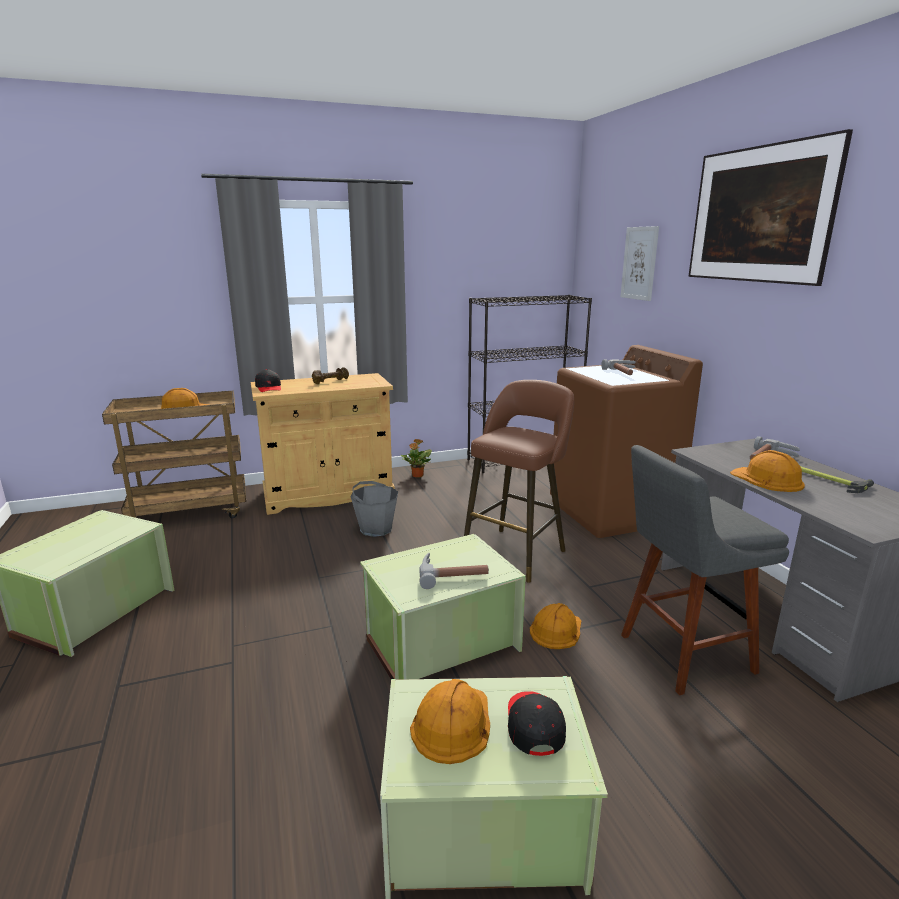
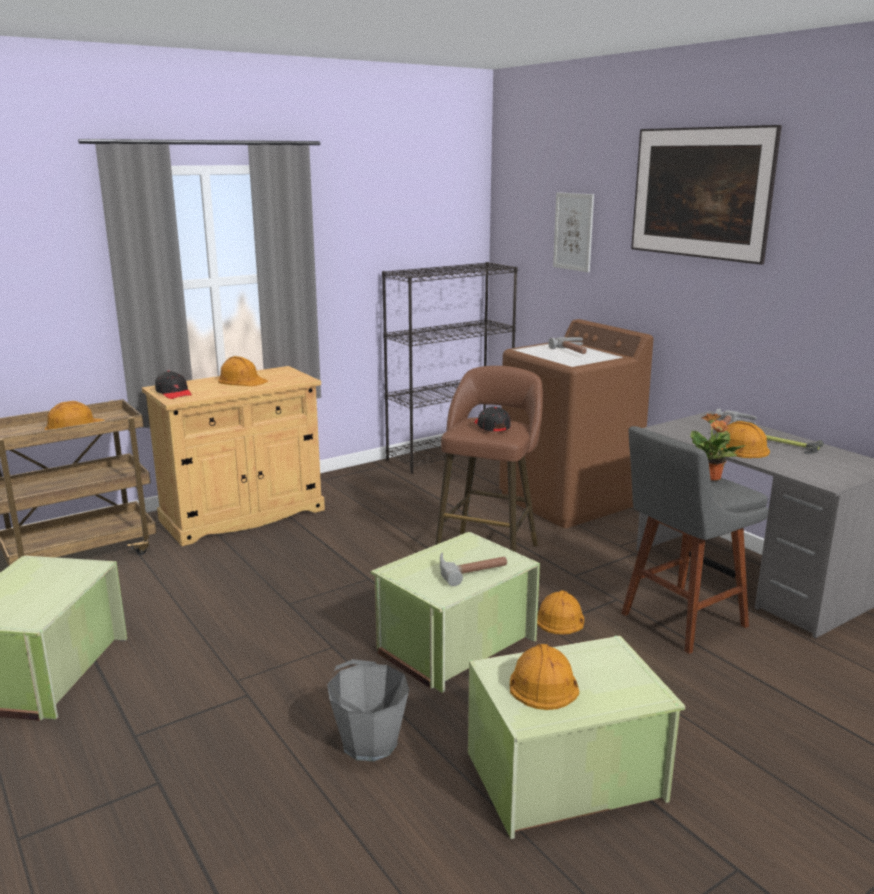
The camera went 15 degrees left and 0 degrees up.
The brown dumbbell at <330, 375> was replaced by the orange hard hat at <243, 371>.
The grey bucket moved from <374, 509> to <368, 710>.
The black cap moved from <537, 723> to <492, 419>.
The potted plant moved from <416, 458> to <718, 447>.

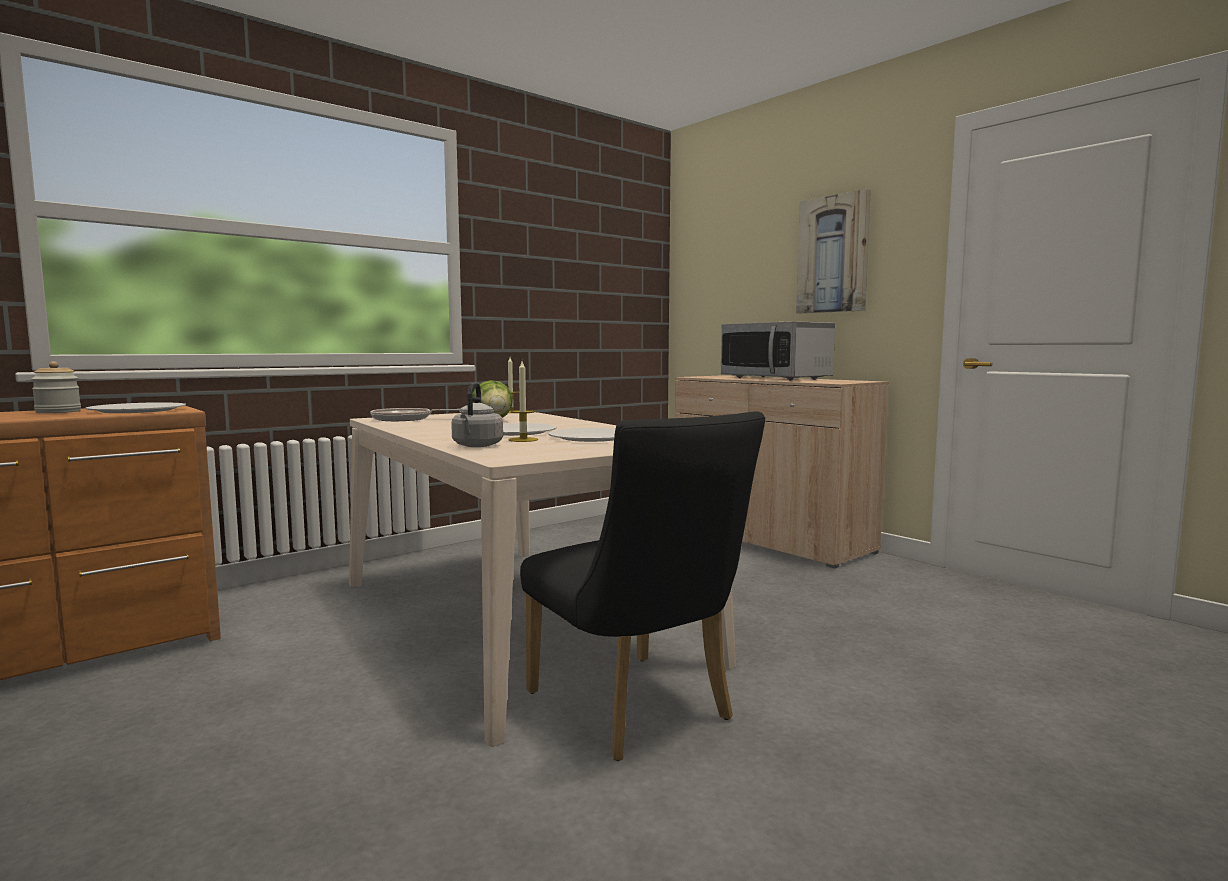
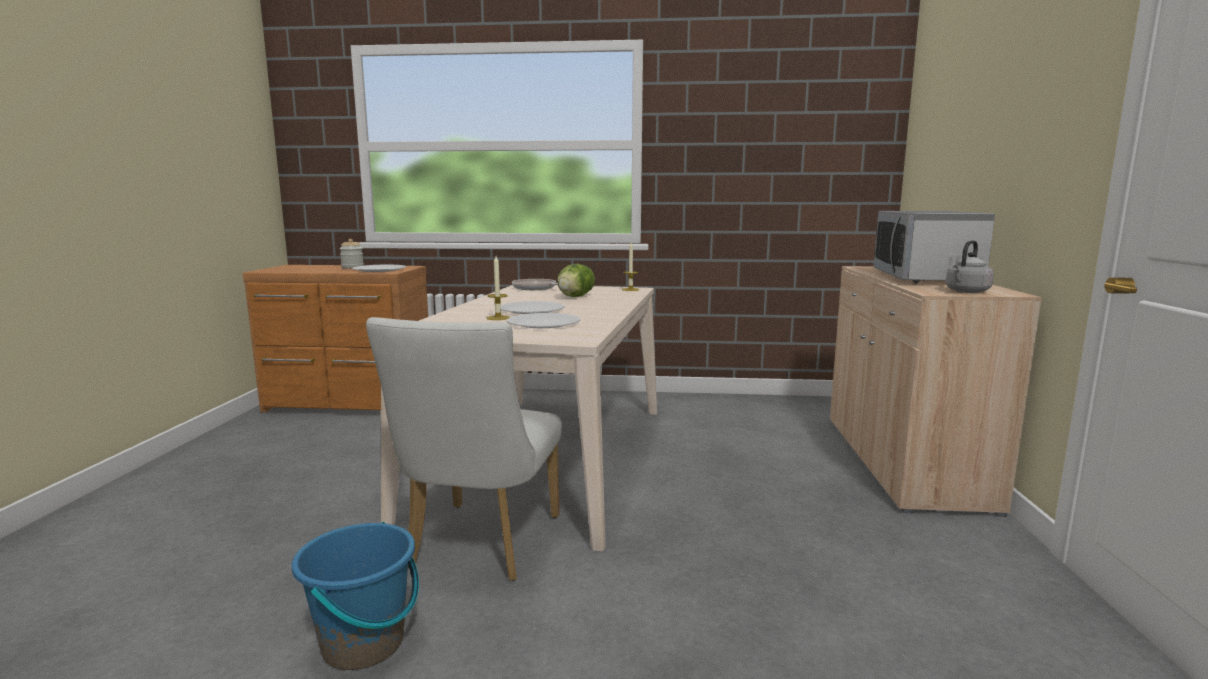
The camera went 45 degrees right and 5 degrees up.
The blue bucket at <355, 596> appeared.
The black chair at <642, 586> became the white chair at <464, 449>.
The grey kettle moved from <477, 414> to <970, 266>.
The picture at <833, 251> disappeared.

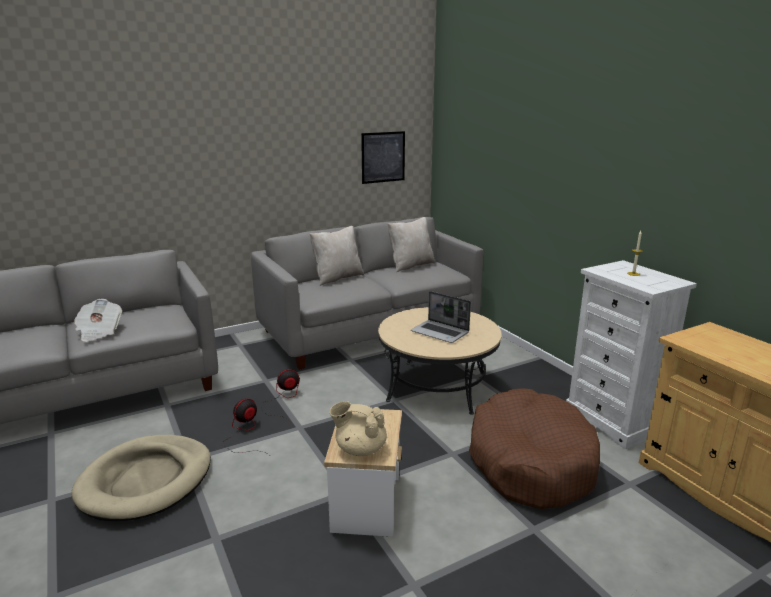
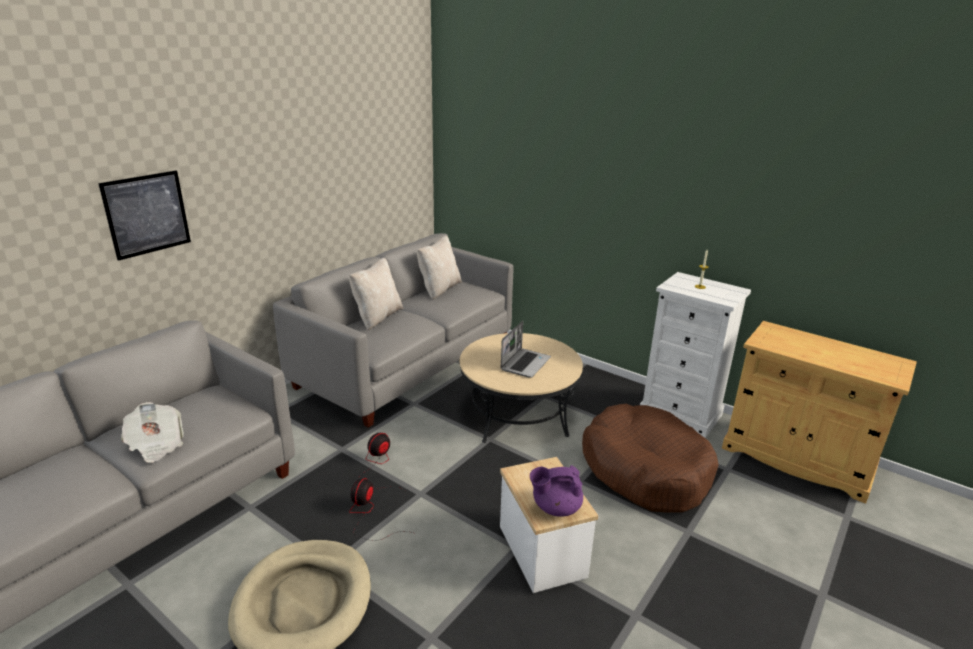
The camera went 25 degrees left and 5 degrees up.
The picture moved from <383, 157> to <144, 216>.
The laptop at <441, 317> turned 75 degrees counterclockwise.
The beige teapot at <358, 428> became the purple teapot at <556, 491>.

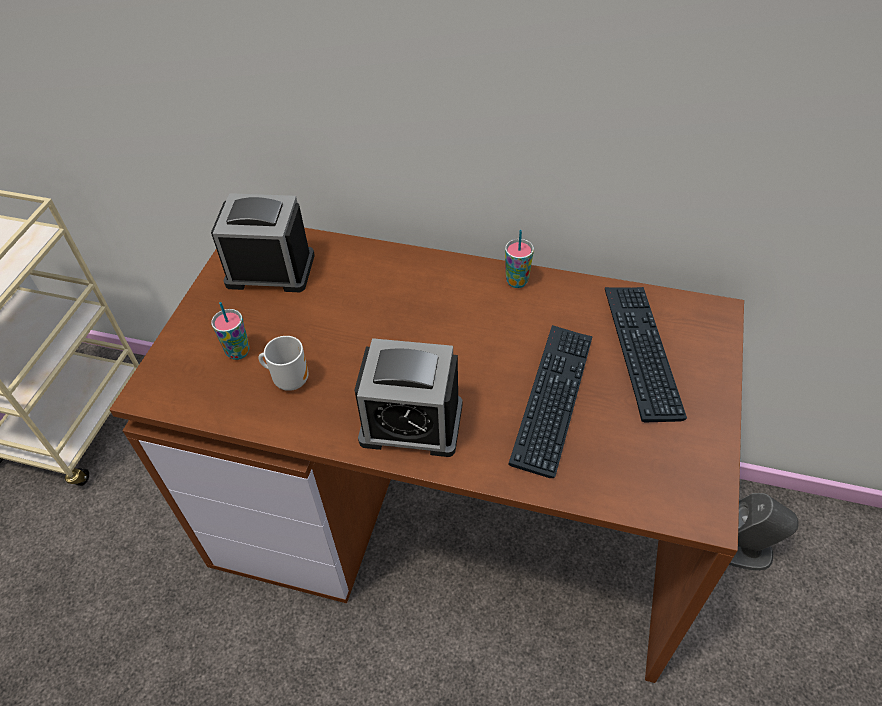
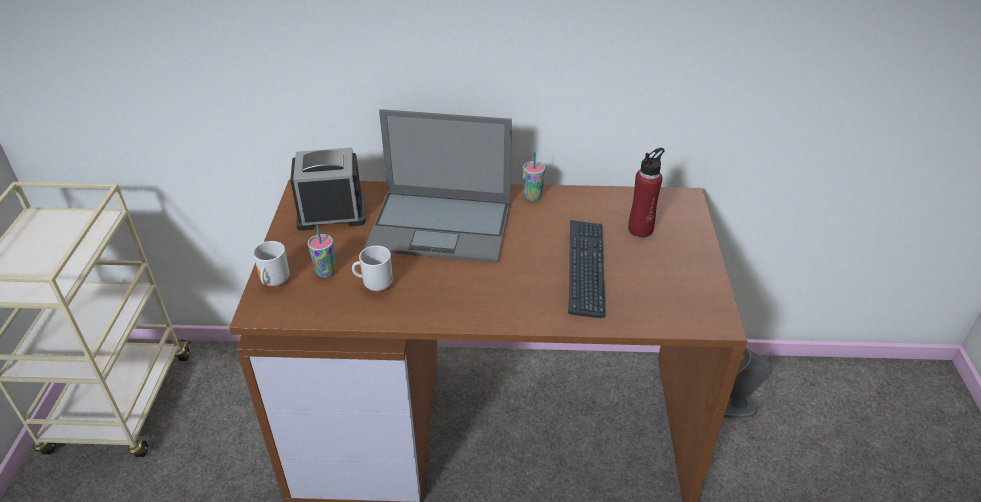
The camera went 15 degrees left and 10 degrees down.
The mug at <271, 263> appeared.
The laptop at <438, 186> appeared.
The keyboard at <646, 354> was replaced by the red bottle at <646, 193>.
The alarm clock at <409, 397> disappeared.

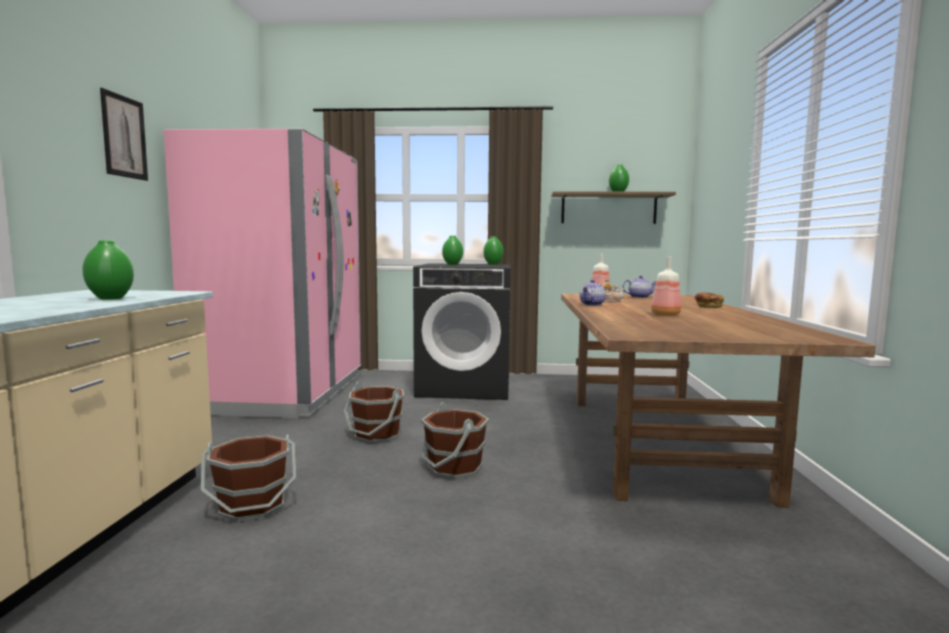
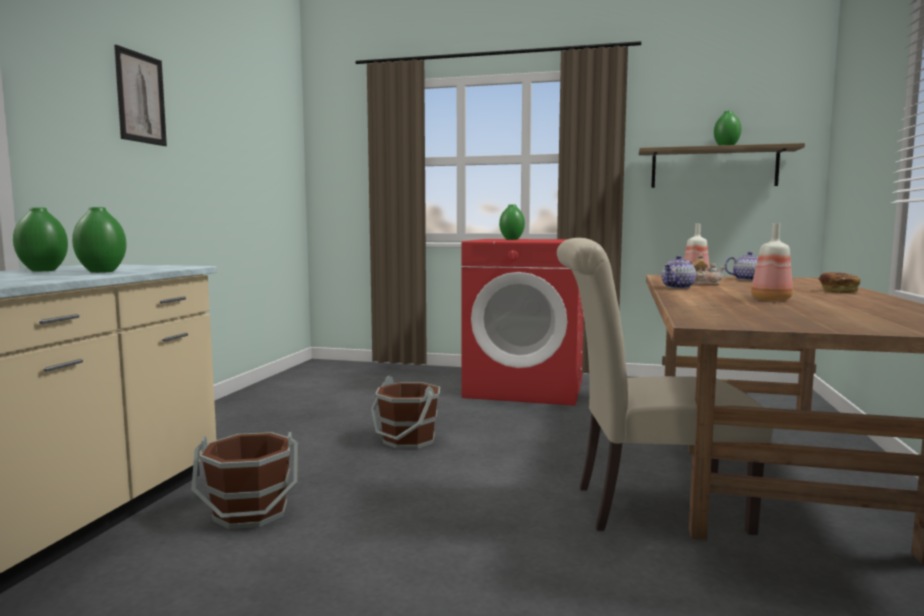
The camera went 10 degrees right and 0 degrees up.
The green vase moved from <493, 250> to <40, 239>.
The black washing machine at <462, 331> became the red washing machine at <523, 322>.
The beige chair at <665, 386> appeared.
The pink fridge at <262, 273> disappeared.
The brown bucket at <455, 440> disappeared.

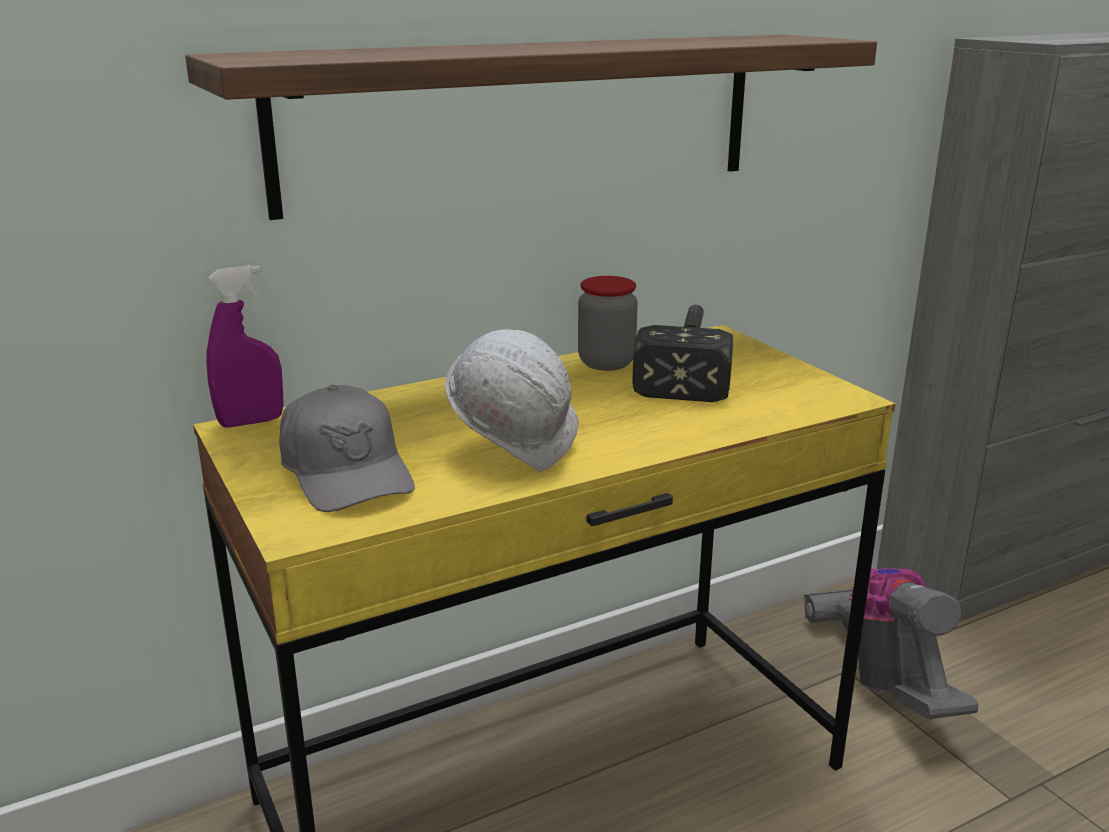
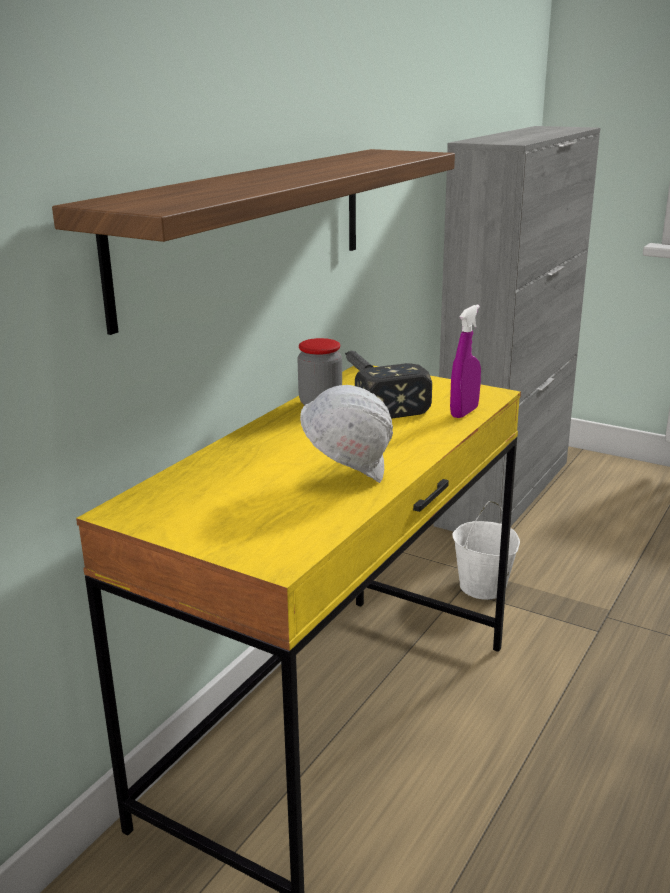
The camera went 30 degrees left and 0 degrees up.
The purple spray bottle moved from <245, 346> to <465, 361>.
The vacuum cleaner at <891, 643> was replaced by the white bucket at <486, 550>.
The grey cap at <347, 448> disappeared.

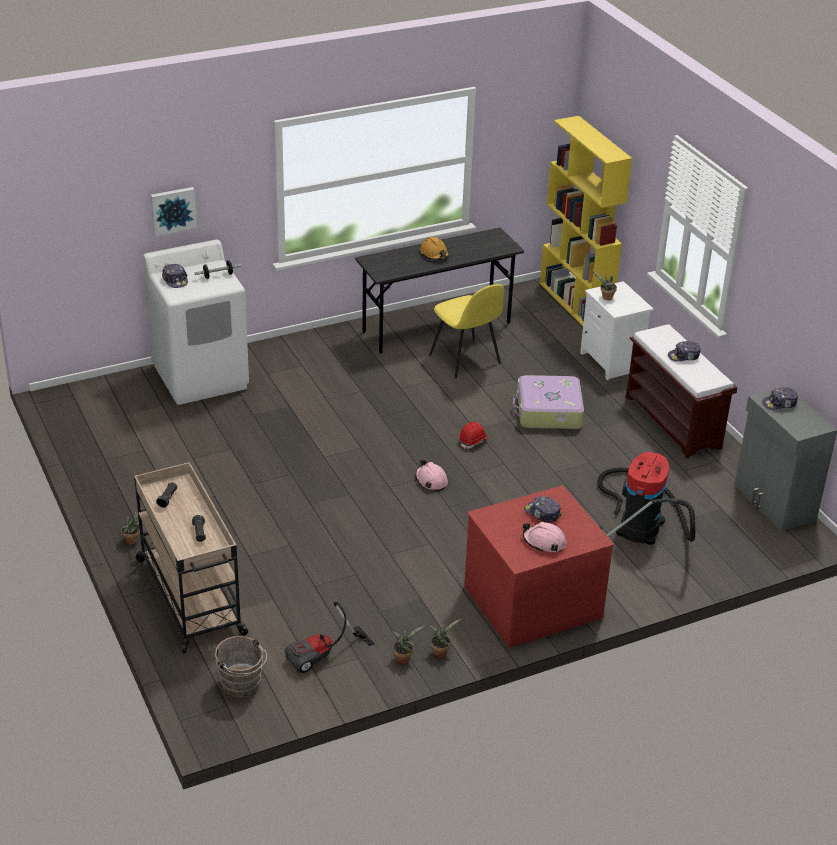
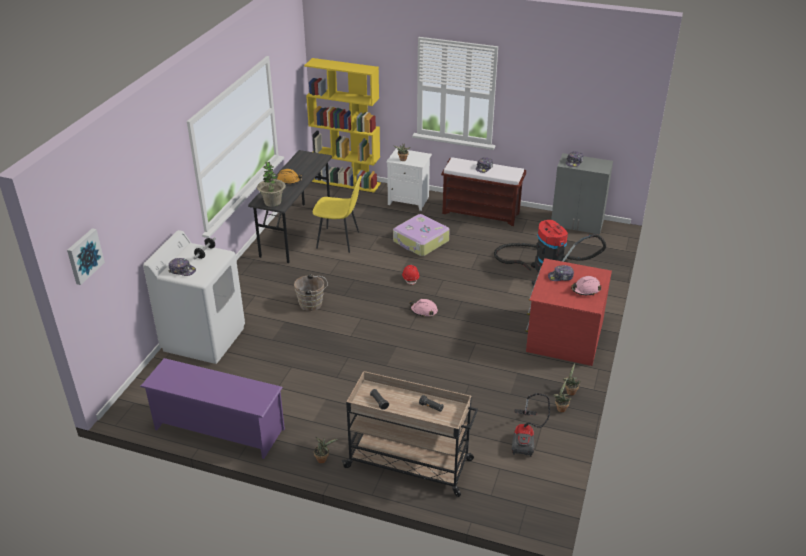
The camera went 45 degrees left and 0 degrees up.
The picture moved from <174, 211> to <86, 256>.
The purple shoe rack at <212, 408> appeared.
The potted plant at <271, 184> appeared.
The brown bucket moved from <241, 666> to <311, 292>.

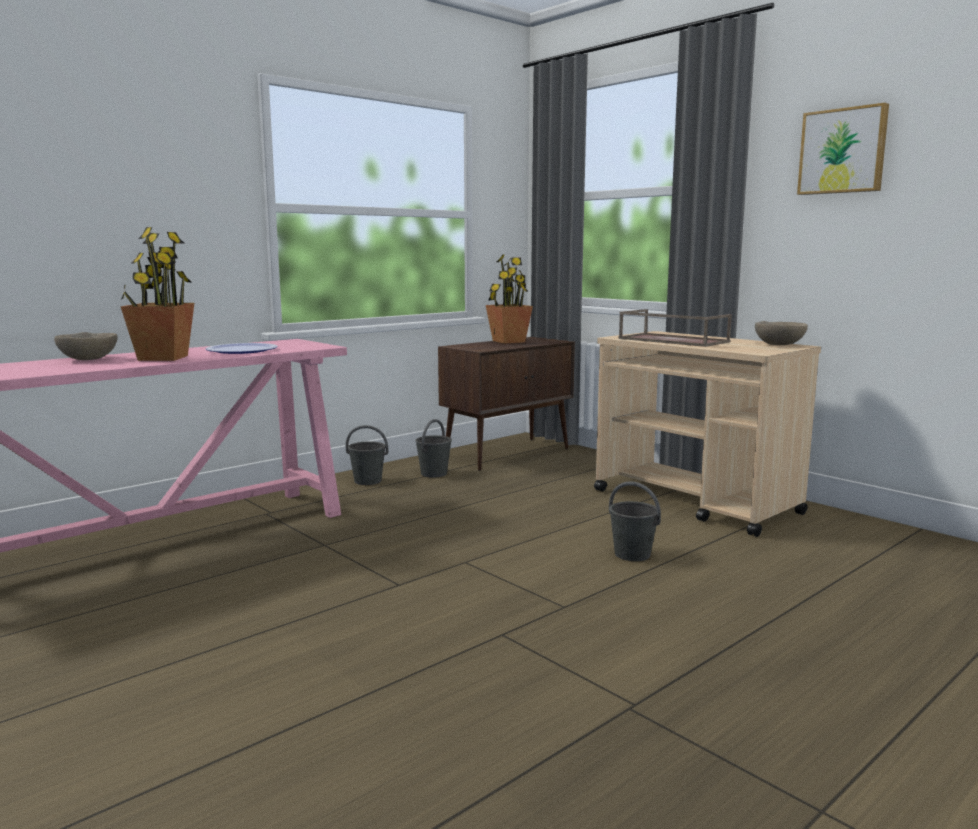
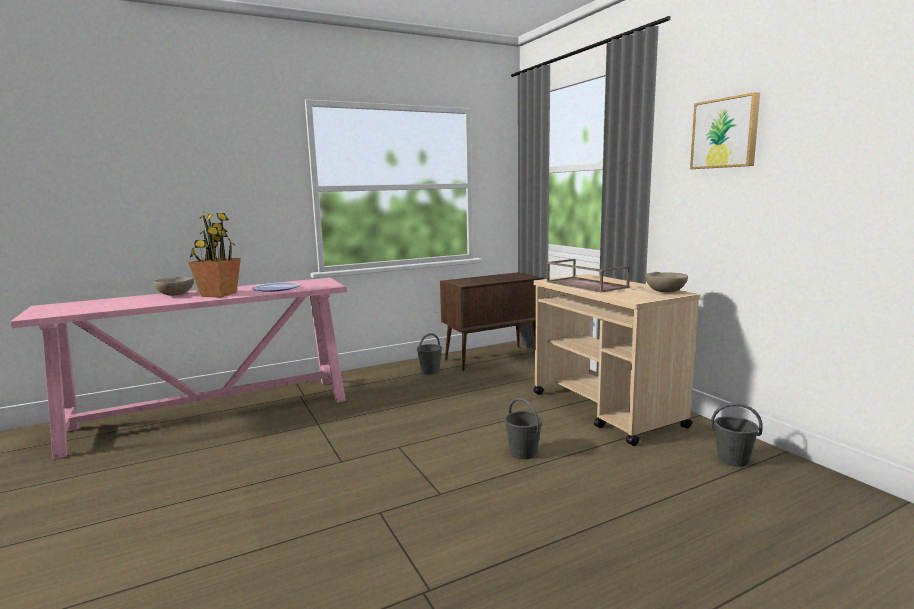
The camera went 15 degrees right and 0 degrees up.
The grey bucket moved from <367, 455> to <736, 435>.
The potted plant at <509, 299> disappeared.

